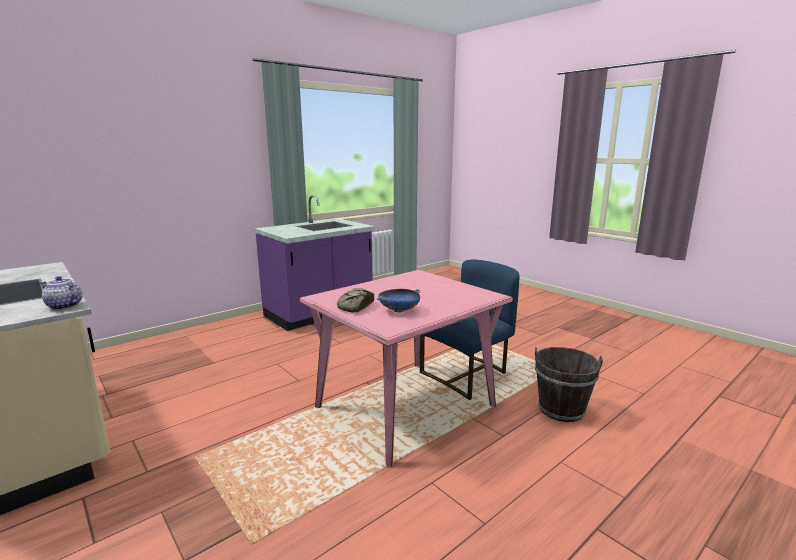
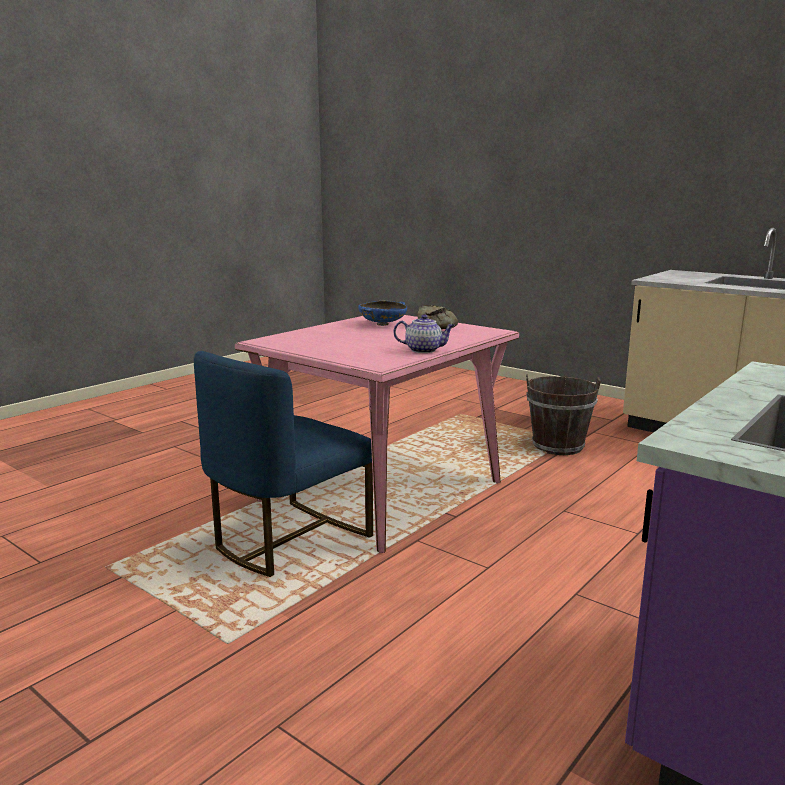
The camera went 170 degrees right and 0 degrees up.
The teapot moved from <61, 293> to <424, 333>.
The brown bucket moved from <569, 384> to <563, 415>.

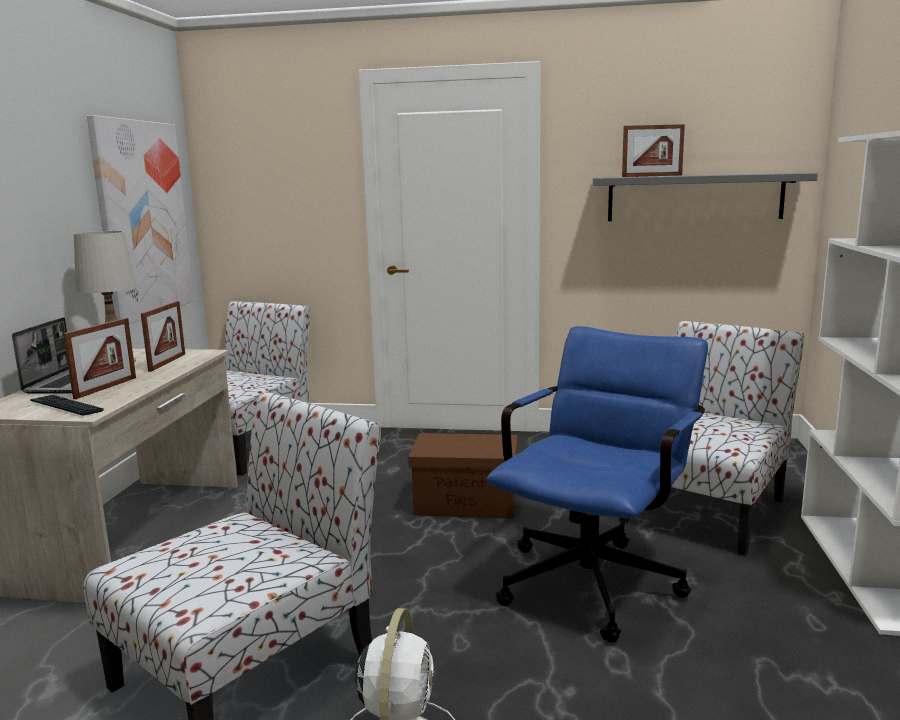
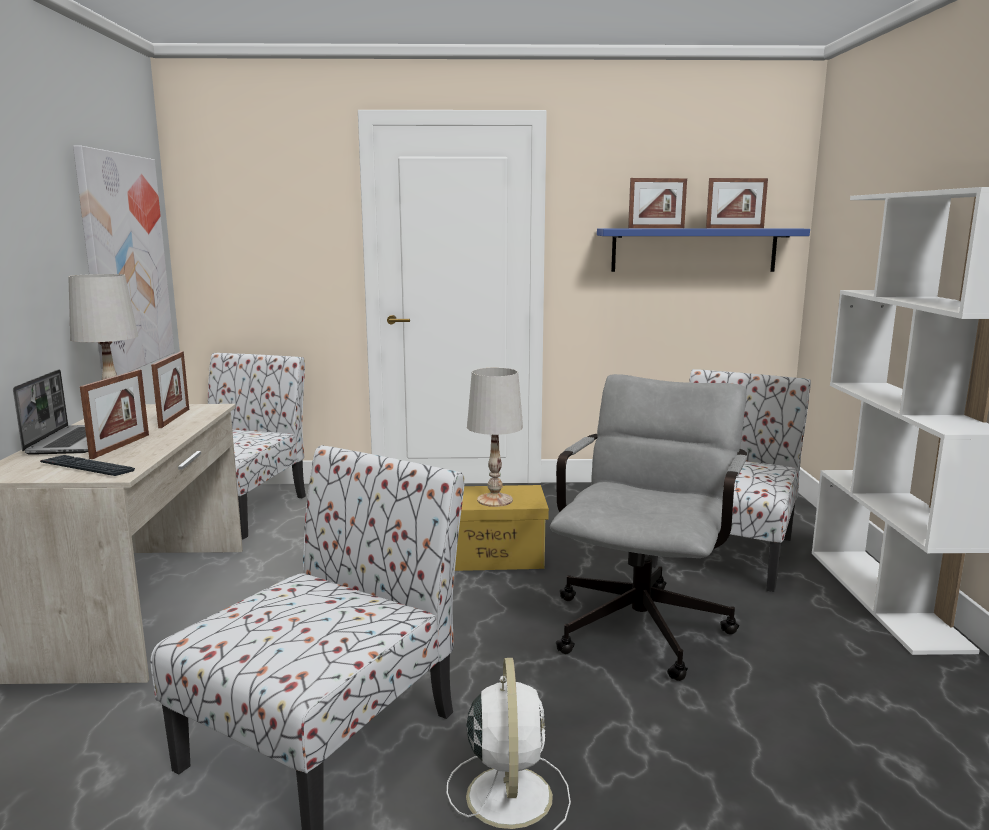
The camera went 10 degrees left and 0 degrees up.
The brown storage box at <463, 475> became the yellow storage box at <502, 528>.
The white table lamp at <495, 437> appeared.
The blue office chair at <597, 484> became the grey office chair at <648, 527>.
The grey shelf at <705, 197> became the blue shelf at <703, 250>.
The picture frame at <737, 203> appeared.

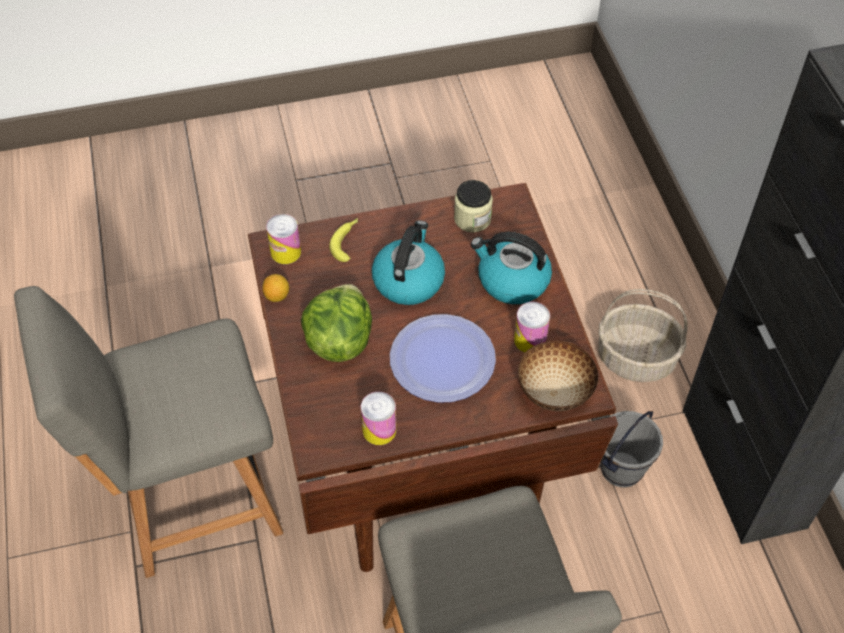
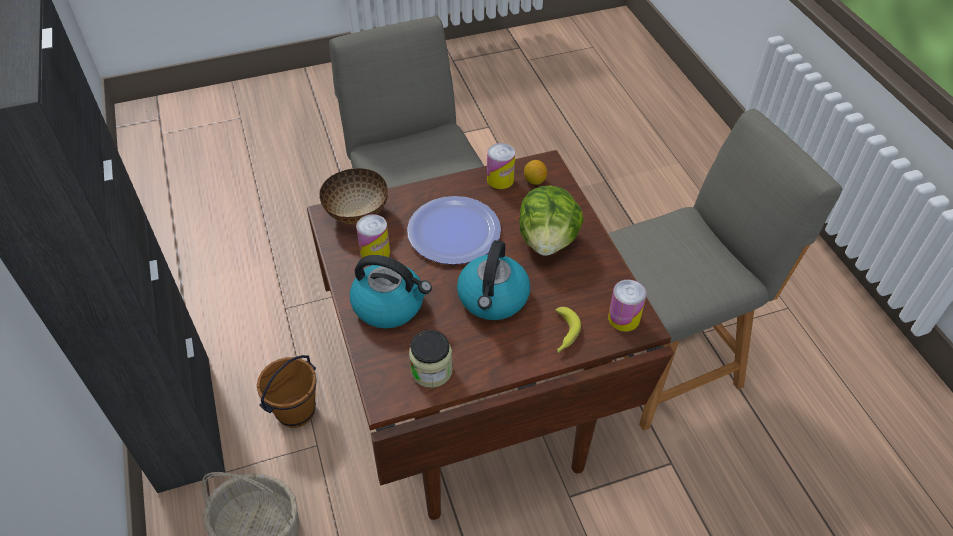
The camera went 175 degrees right and 5 degrees down.
The grey bucket at <631, 449> became the brown bucket at <287, 391>.
The lemon moved from <275, 288> to <535, 172>.

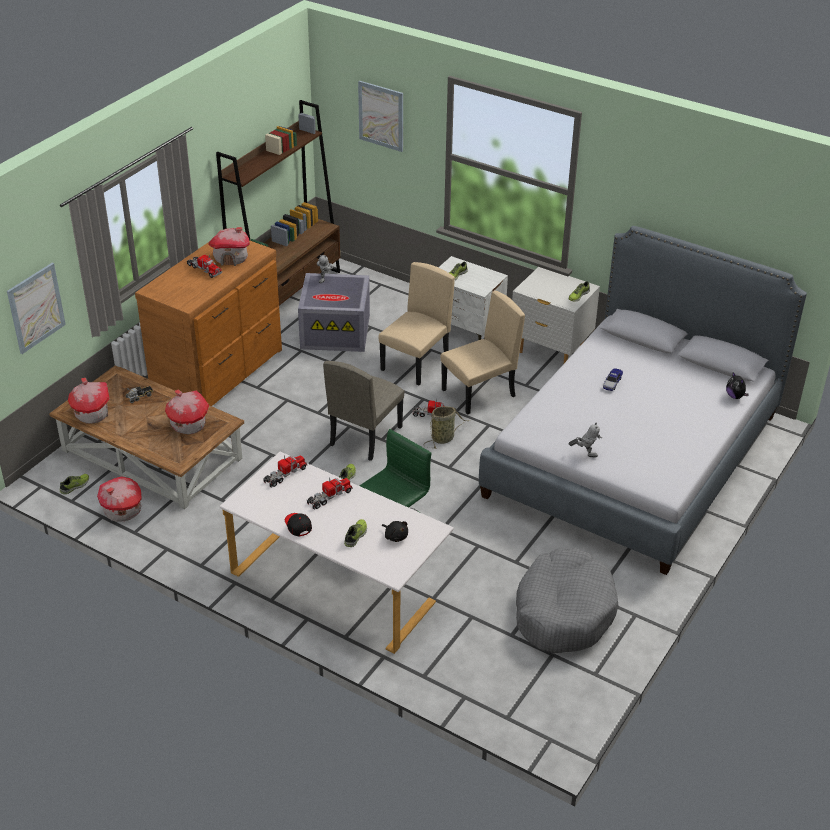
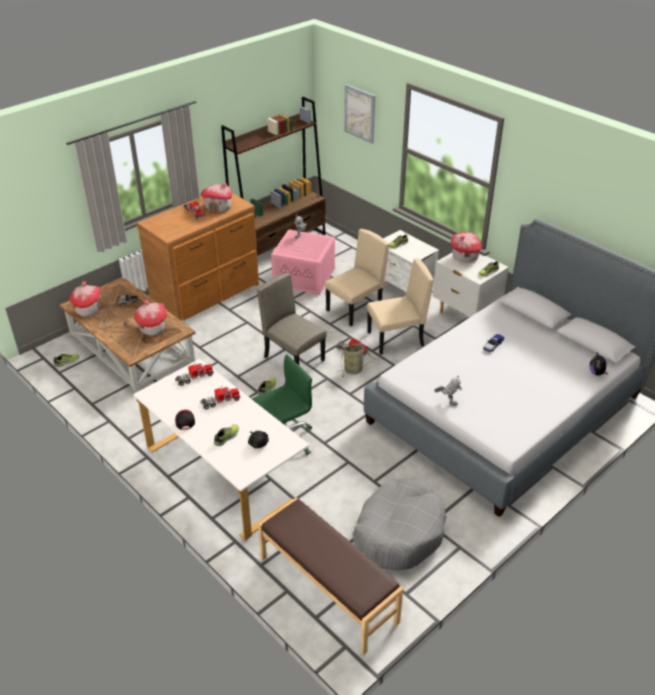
The camera went 15 degrees right and 0 degrees up.
The beige chair at <363, 411> turned 90 degrees clockwise.
The brown bench at <330, 576> appeared.
The grey storage box at <334, 312> became the pink storage box at <303, 262>.
The toy house moved from <119, 499> to <466, 247>.
The picture at <36, 308> disappeared.

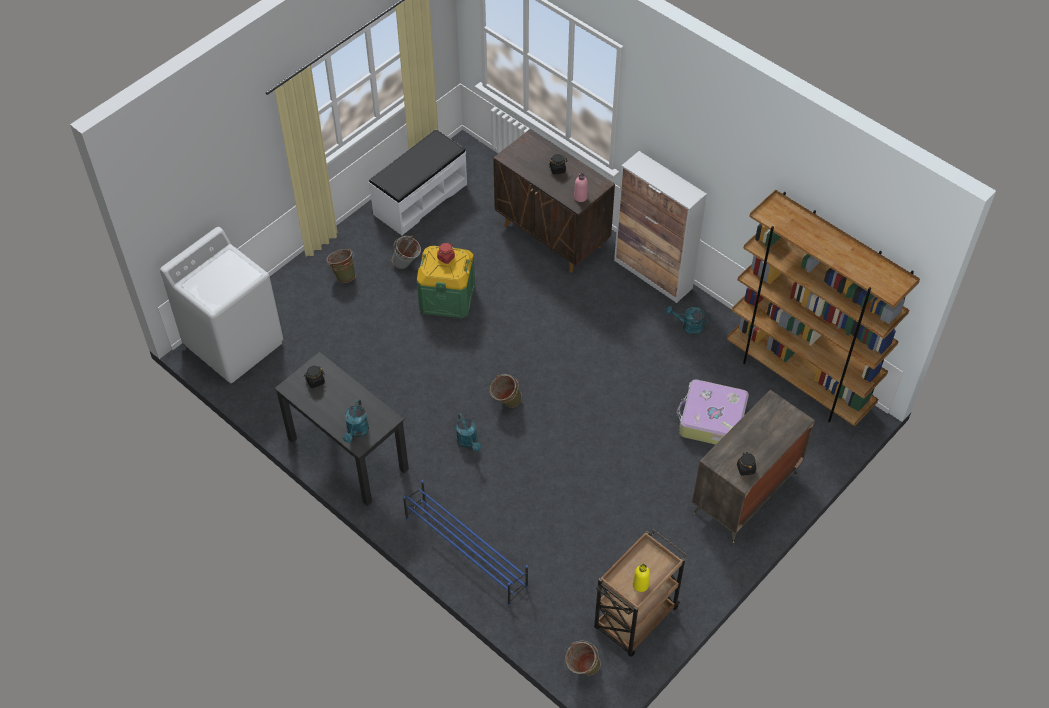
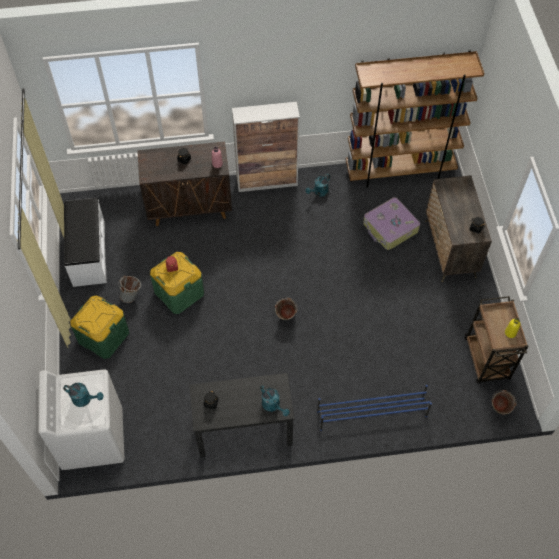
The camera went 50 degrees left and 5 degrees up.
The turquoise watering can moved from <468, 432> to <83, 395>.
The green bucket at <341, 266> was replaced by the green storage box at <99, 327>.

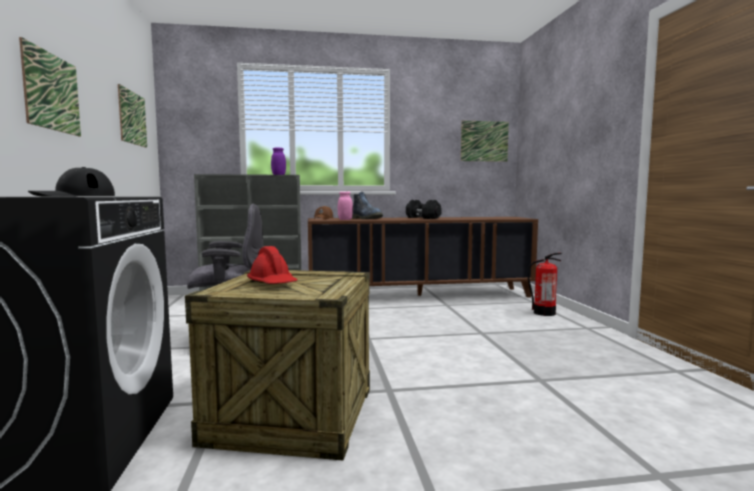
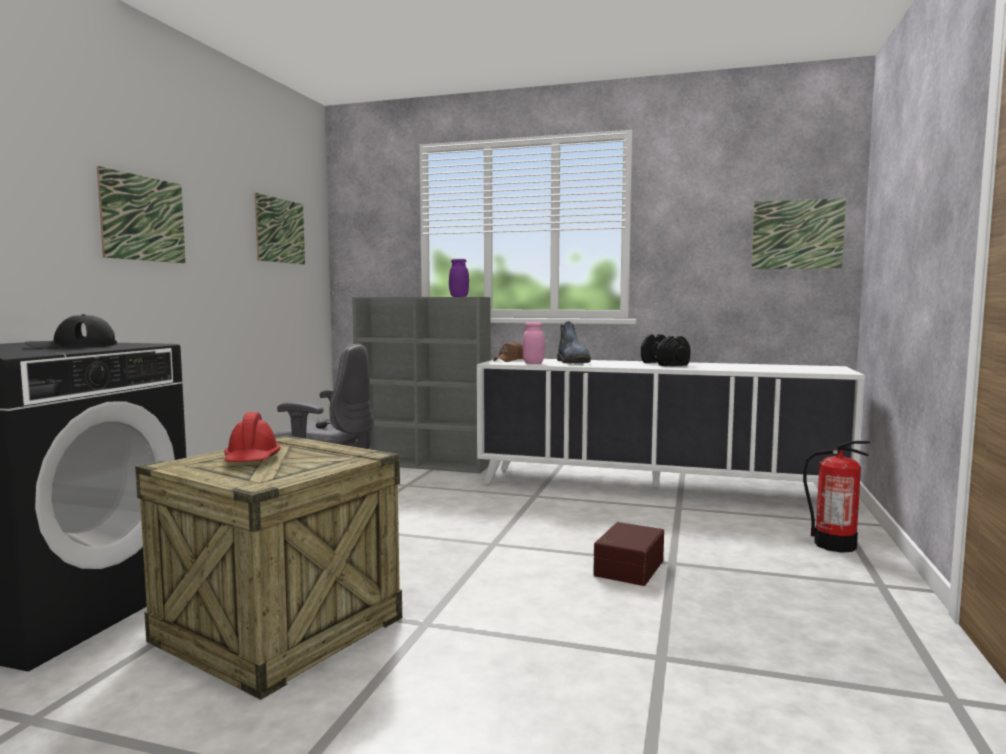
The camera went 25 degrees right and 0 degrees up.
The brown cabinet at <423, 257> became the white cabinet at <671, 422>.
The brown storage box at <628, 554> appeared.

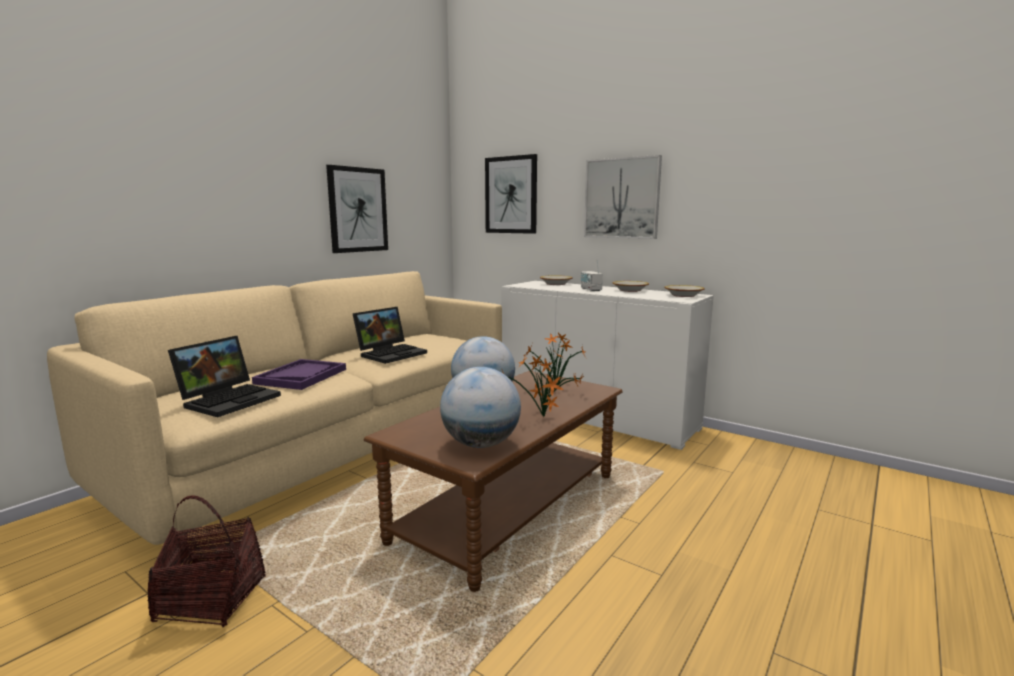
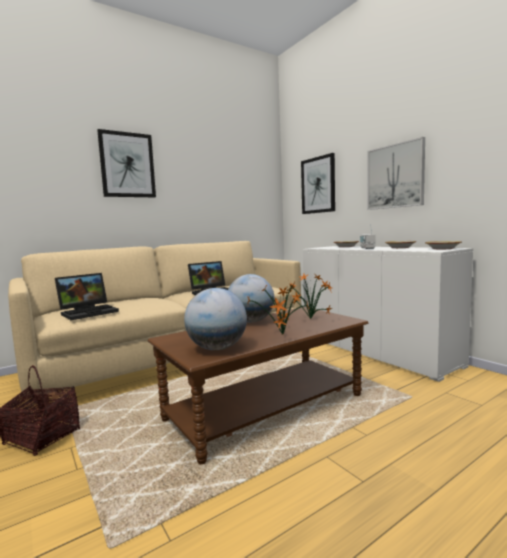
The camera went 20 degrees right and 5 degrees down.
The picture moved from <357, 209> to <126, 163>.
The purple tray at <299, 374> disappeared.

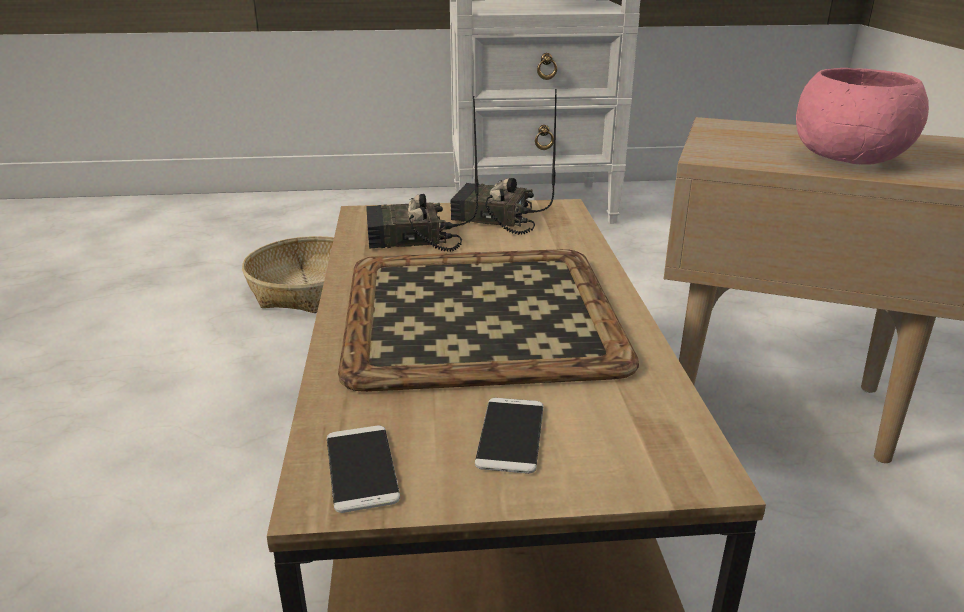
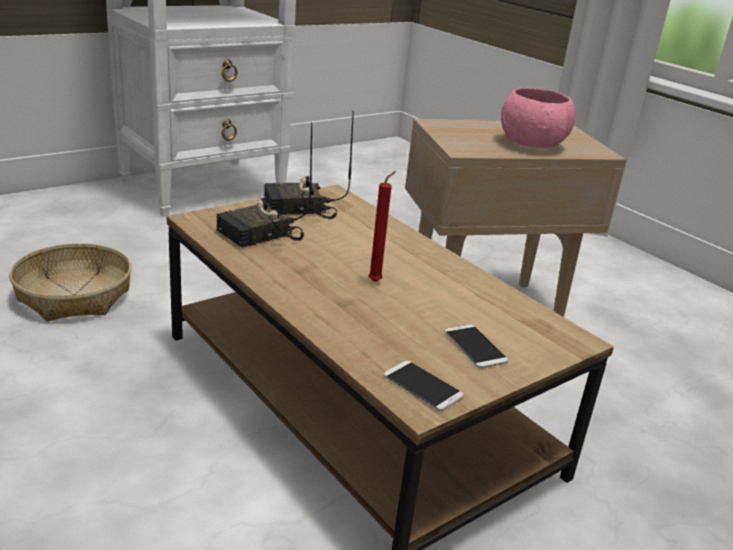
The camera went 35 degrees left and 0 degrees up.
The tray at <488, 320> was replaced by the red candle at <382, 226>.

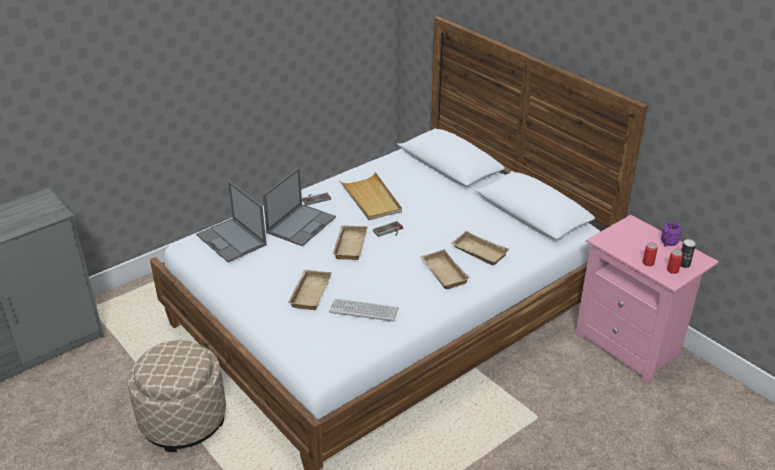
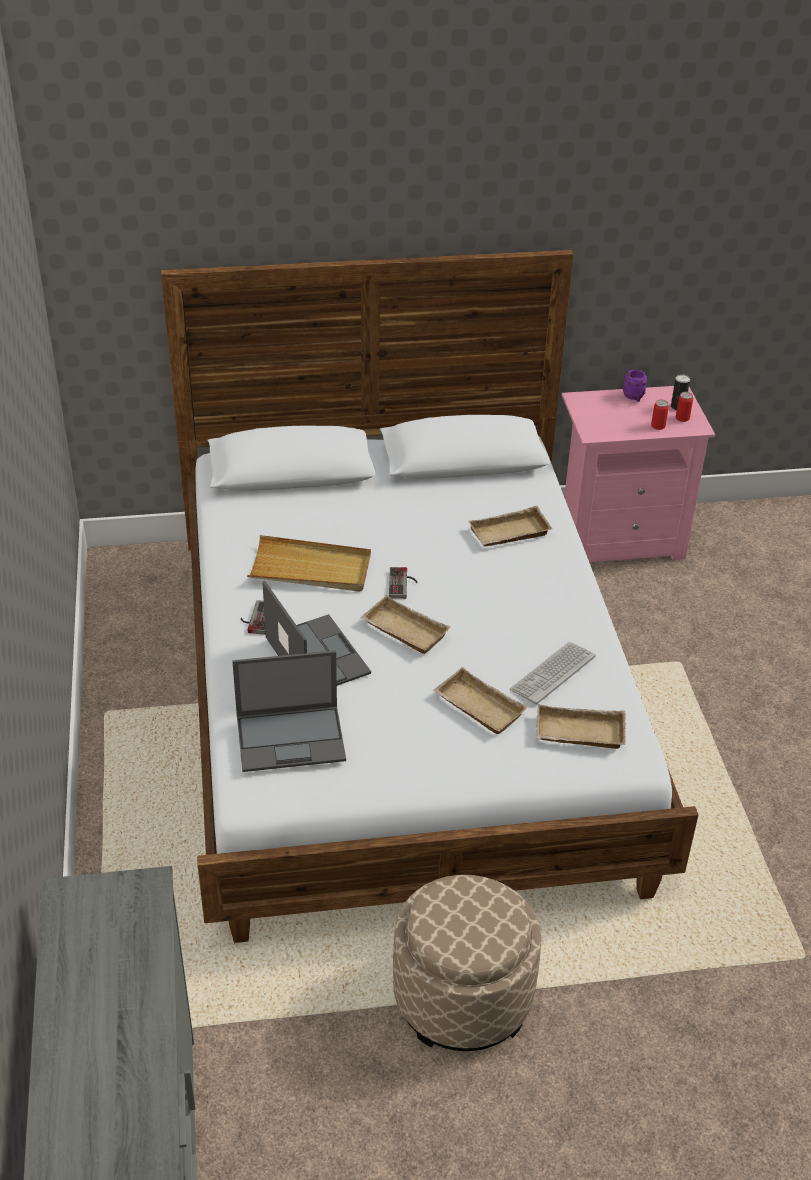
The camera went 60 degrees left and 5 degrees up.
The beige tray moved from <445, 269> to <580, 726>.

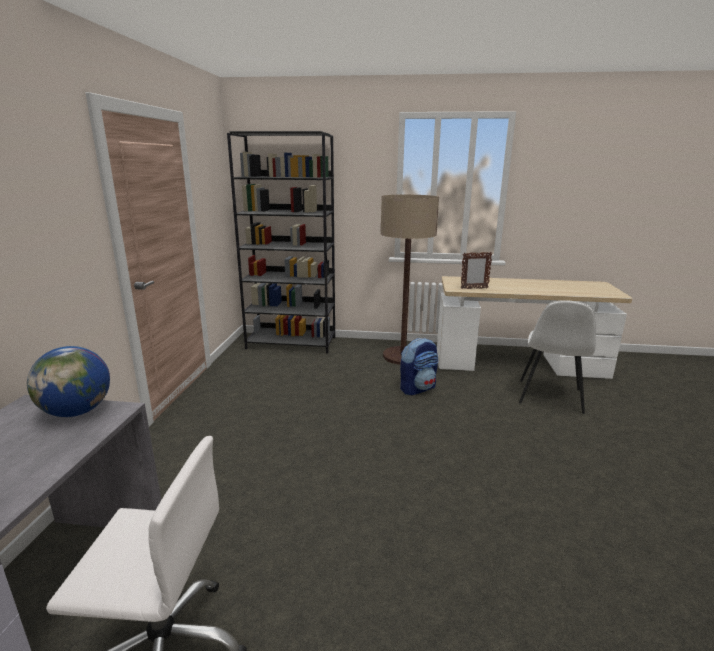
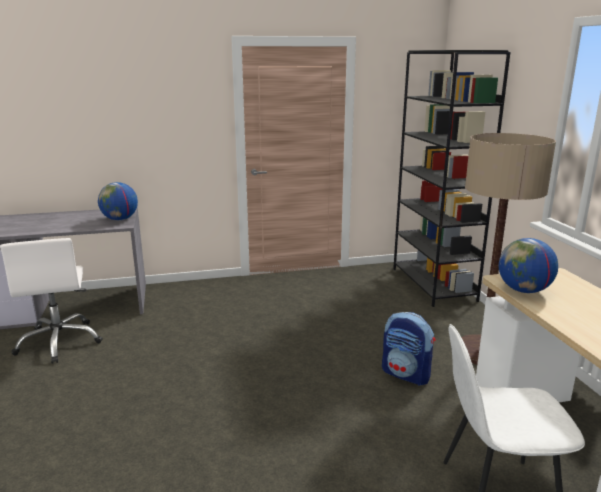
The camera went 70 degrees right and 0 degrees up.
The picture frame at <476, 270> was replaced by the globe at <528, 265>.

